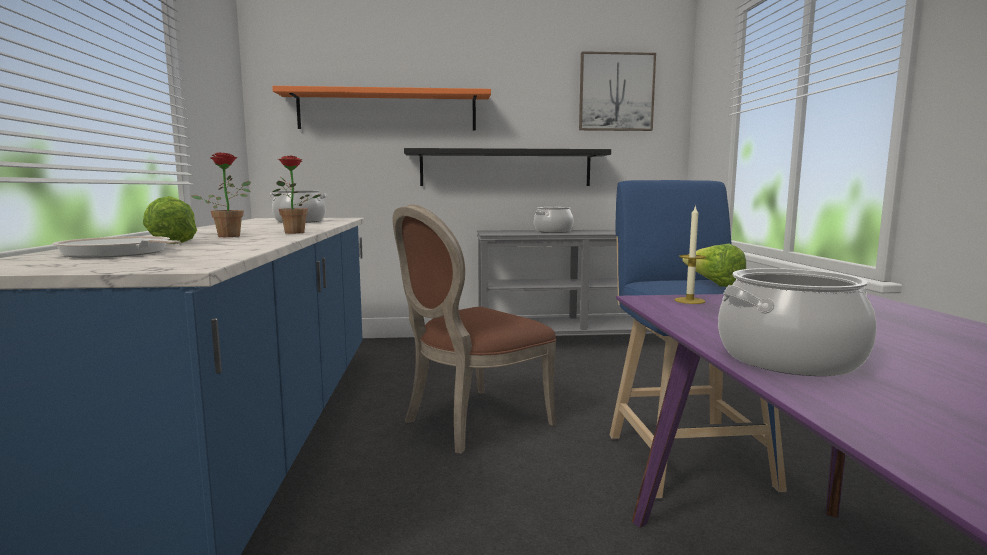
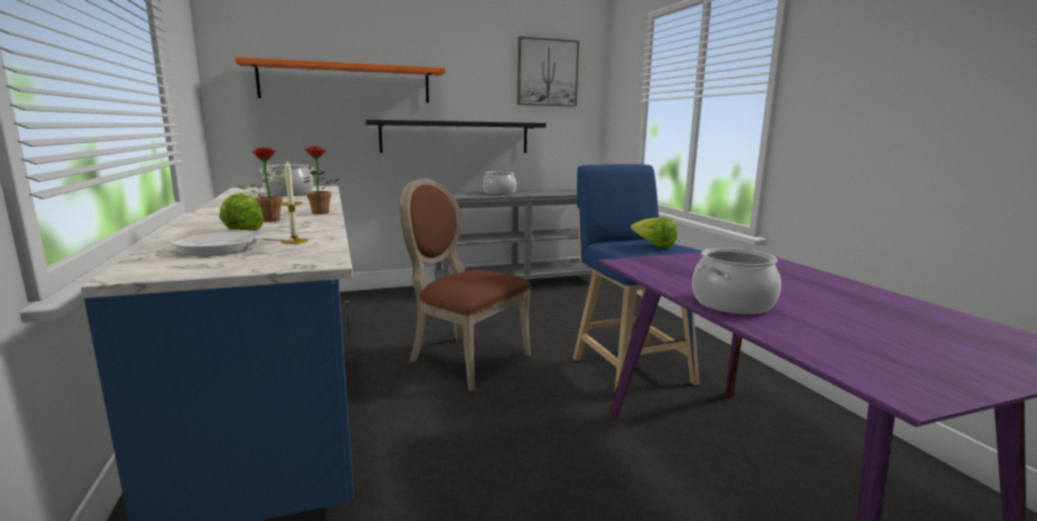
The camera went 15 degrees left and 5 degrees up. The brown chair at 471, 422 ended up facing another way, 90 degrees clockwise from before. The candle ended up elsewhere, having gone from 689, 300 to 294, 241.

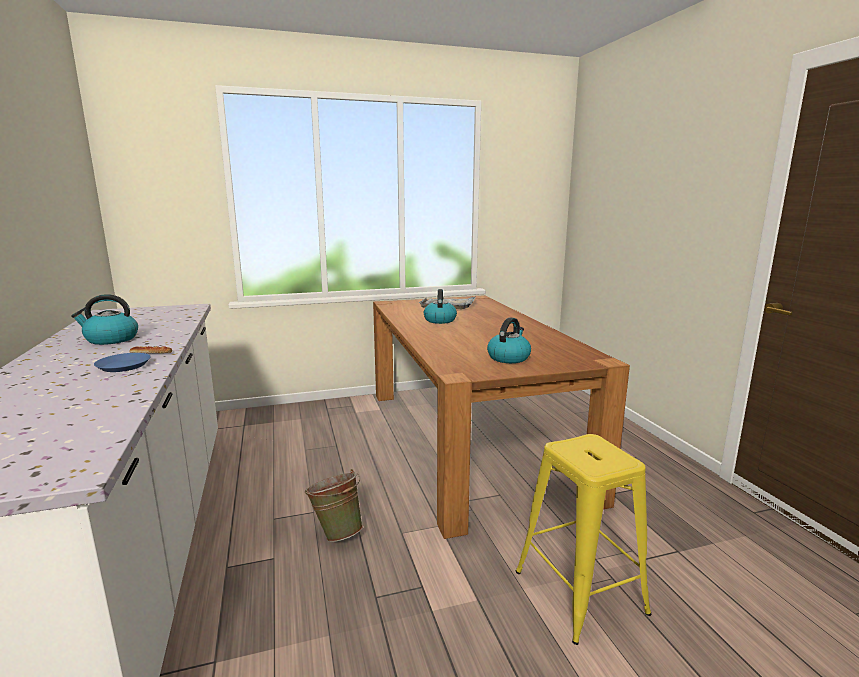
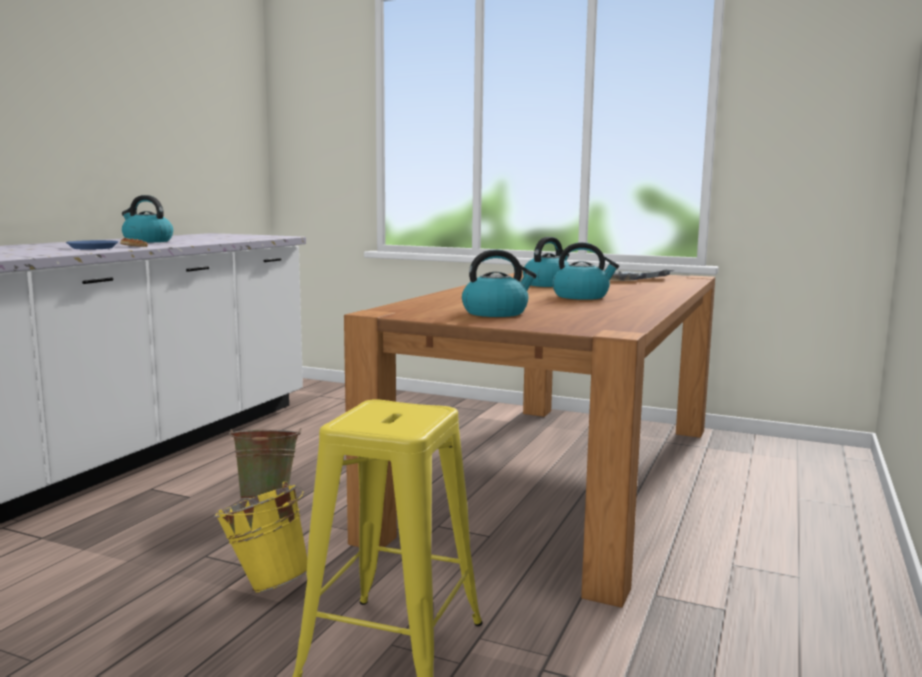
The camera went 40 degrees right and 5 degrees down. The second view gained the yellow bucket at 265, 583. The second view gained the kettle at 581, 296.

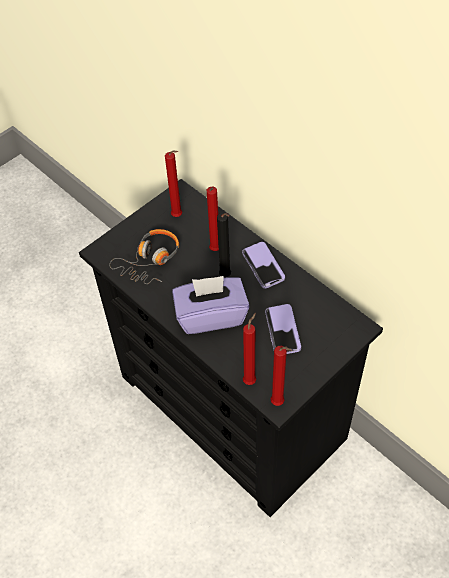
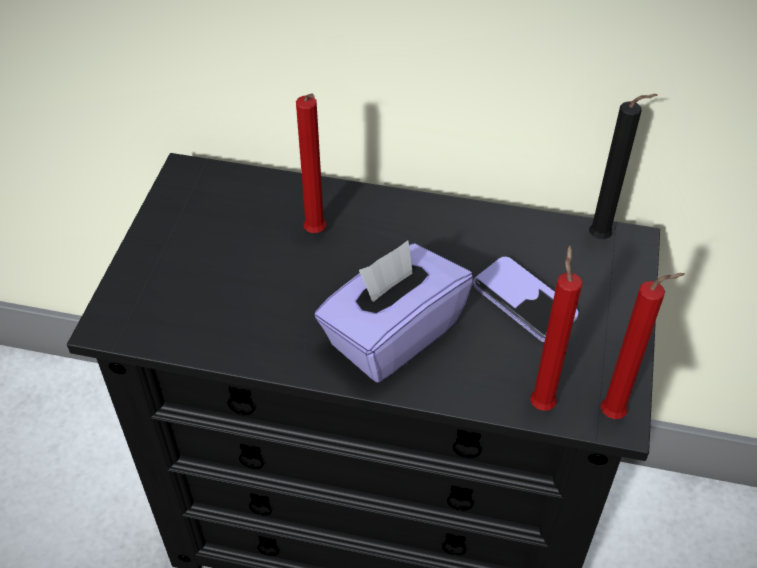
The camera went 35 degrees left and 5 degrees down. The second view lost the headphones at 150, 261. The second view lost the red candle at 178, 216. The black candle ended up elsewhere, having gone from 226, 277 to 602, 238. The second view lost the phone at 263, 266.

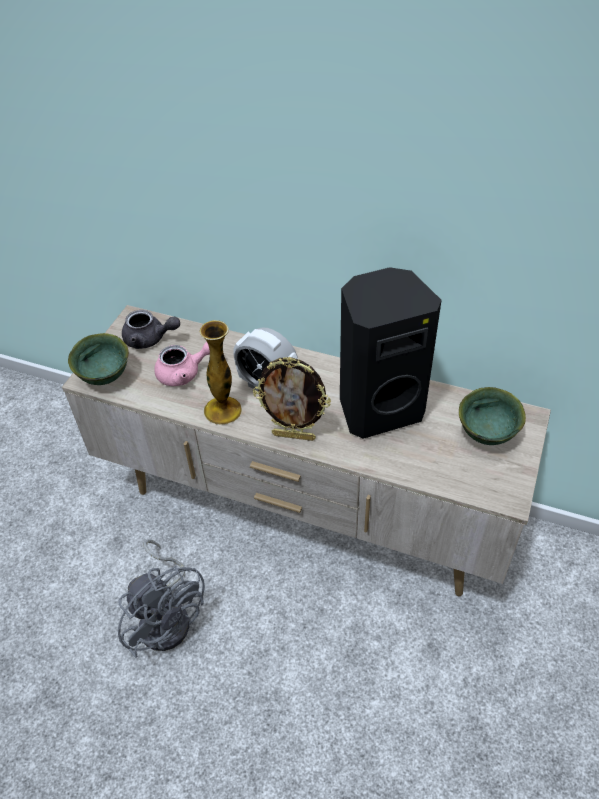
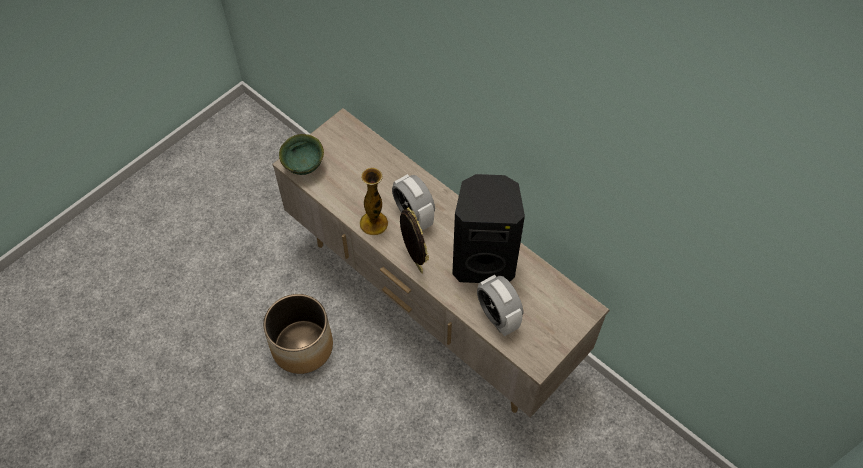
The camera went 20 degrees right and 10 degrees up. Where the grey fan stood at 168, 616, the planter came to stand at 302, 346. The second view lost the grey teapot at 150, 339. The second view lost the pink teapot at 185, 373. The picture frame at 294, 435 ended up facing another way, 150 degrees counterclockwise from before. The second view lost the green bowl at 488, 434. The second view gained the alarm clock at 497, 317.

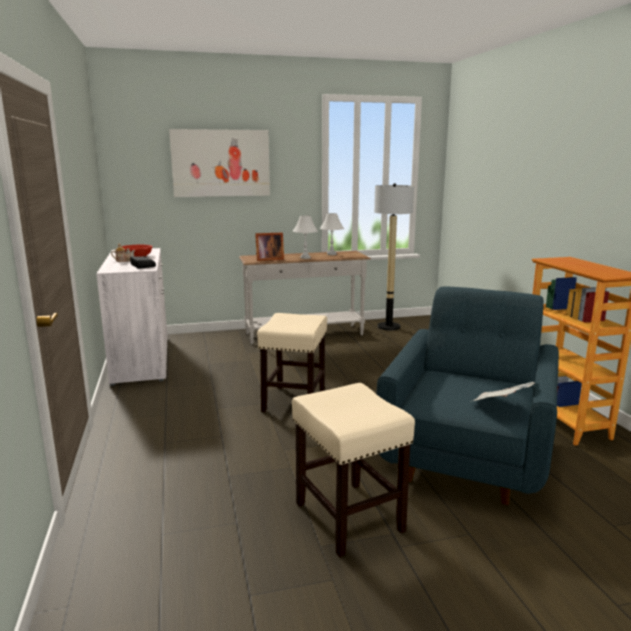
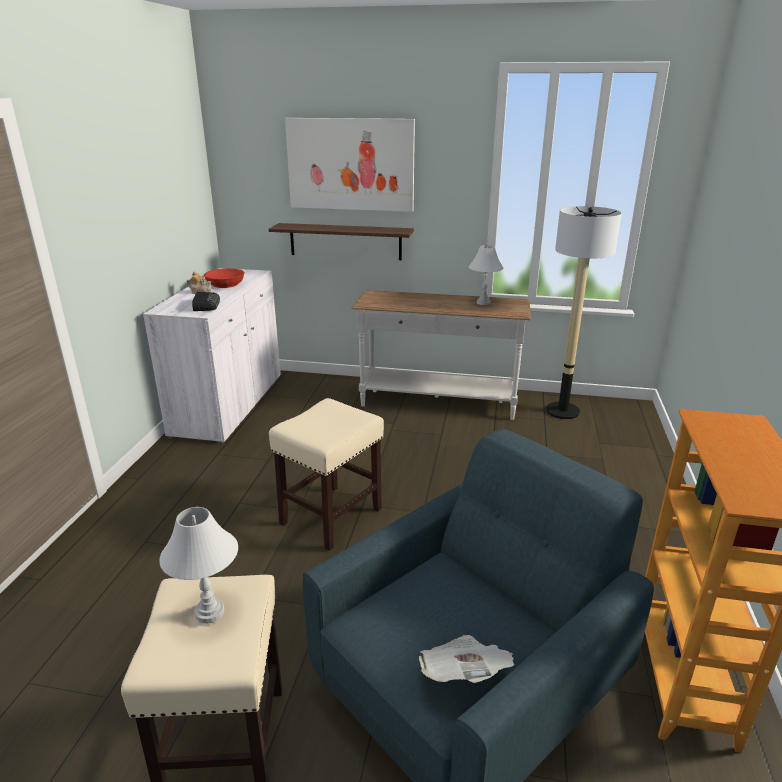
The camera went 25 degrees right and 10 degrees up. The second view lost the picture frame at 268, 259. The white table lamp ended up elsewhere, having gone from 305, 258 to 210, 612. The second view gained the shelf at 345, 241.

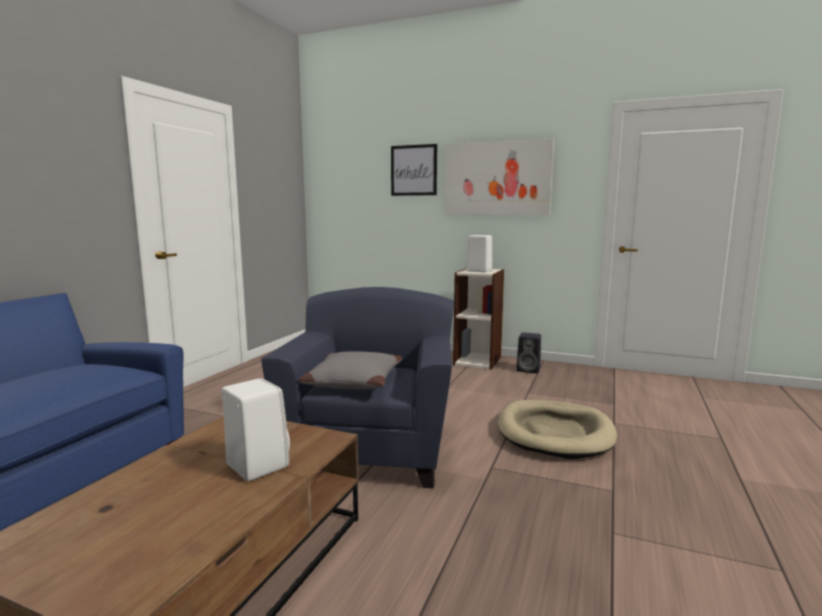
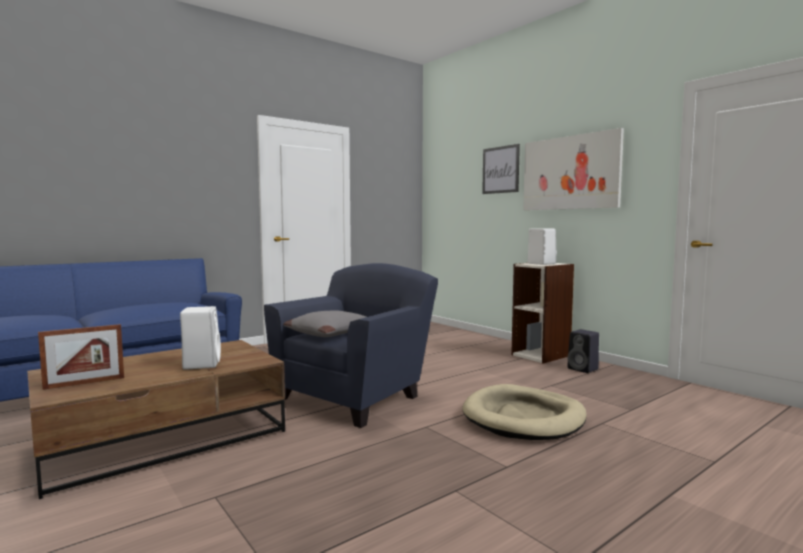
The camera went 30 degrees right and 5 degrees down. The second view gained the picture frame at 84, 383.

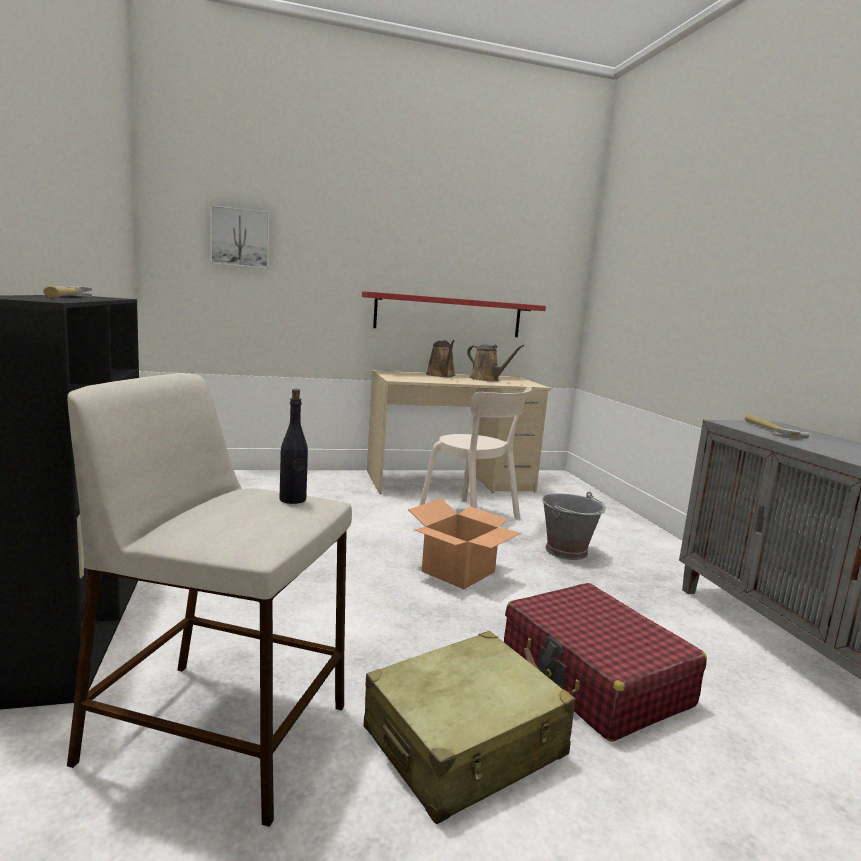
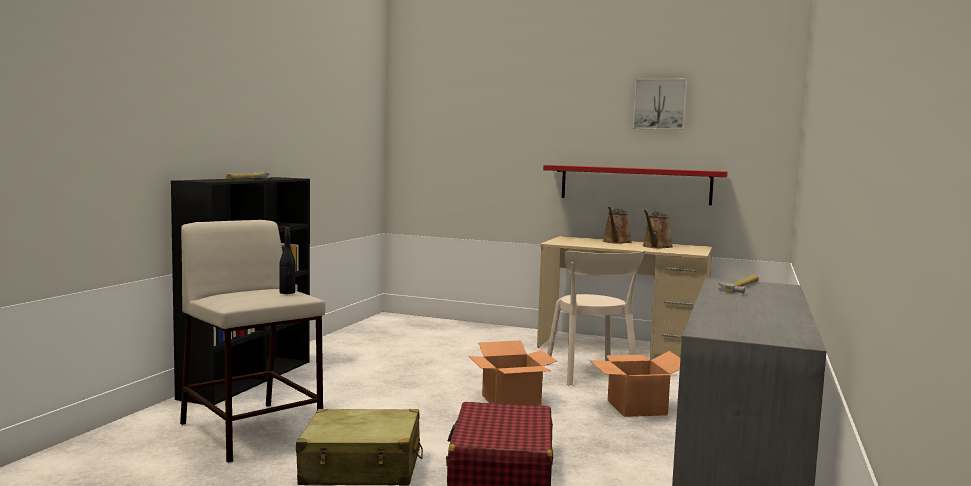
The camera went 35 degrees right and 5 degrees down. The picture ended up elsewhere, having gone from 240, 238 to 659, 104. The brown watering can at 487, 379 ended up facing another way, 45 degrees clockwise from before. Where the grey bucket stood at 567, 551, the cardboard box came to stand at 637, 408.

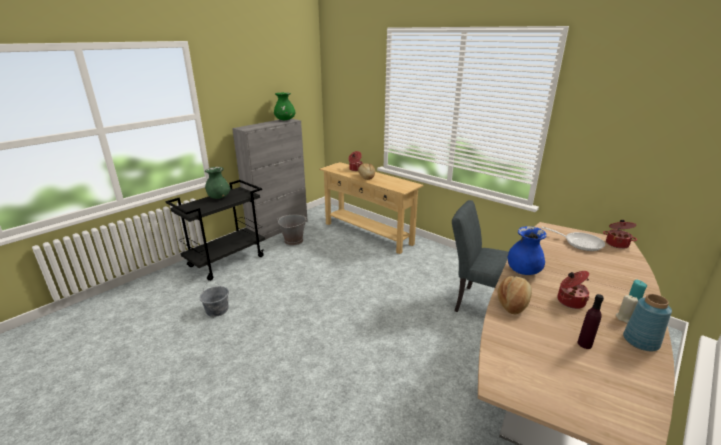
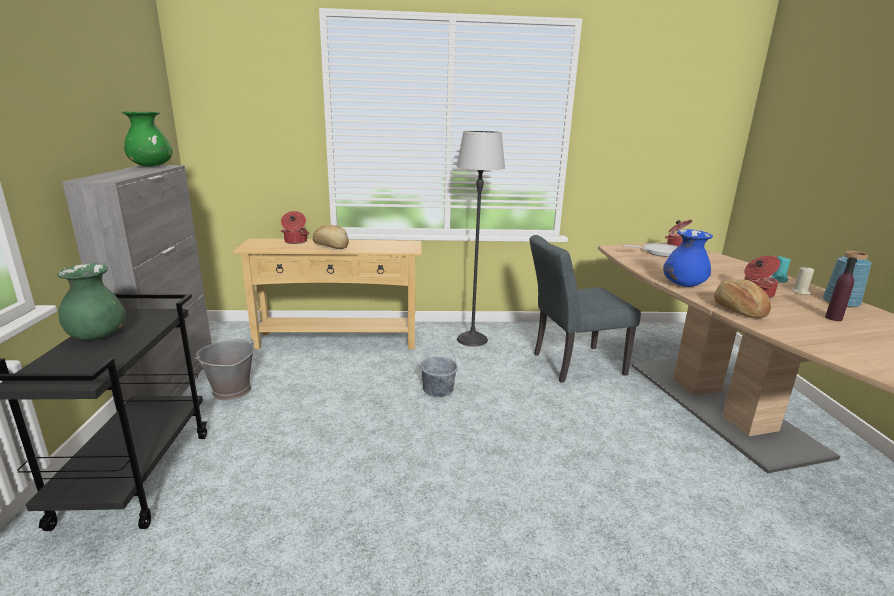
The camera went 45 degrees left and 5 degrees down. The grey bucket ended up elsewhere, having gone from 217, 310 to 437, 389. The second view gained the floor lamp at 472, 339.

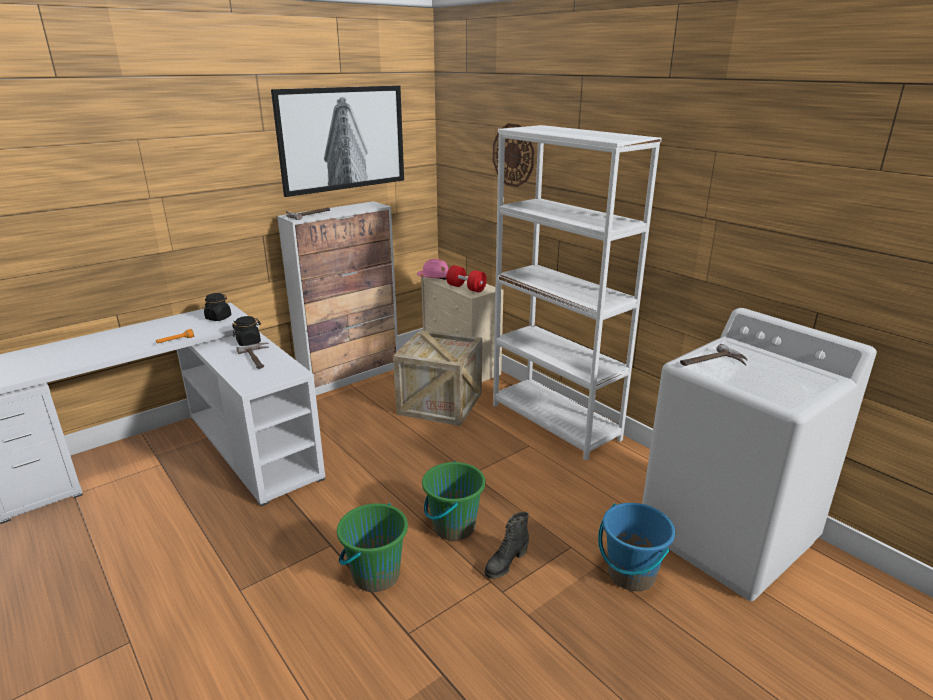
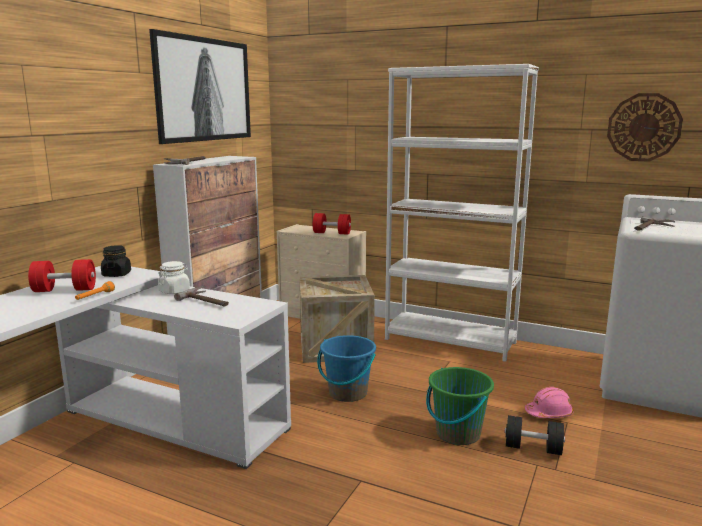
The camera went 25 degrees left and 10 degrees down. What was the black jar at 249, 342 turned into the white jar at 174, 291. The second view lost the green bucket at 375, 575. The pink hard hat ended up elsewhere, having gone from 434, 277 to 549, 413. Where the black boot stood at 505, 563, the black dumbbell came to stand at 533, 448. The wall clock ended up elsewhere, having gone from 513, 155 to 644, 127. The blue bucket ended up elsewhere, having gone from 631, 574 to 347, 393. The second view gained the red dumbbell at 65, 290.

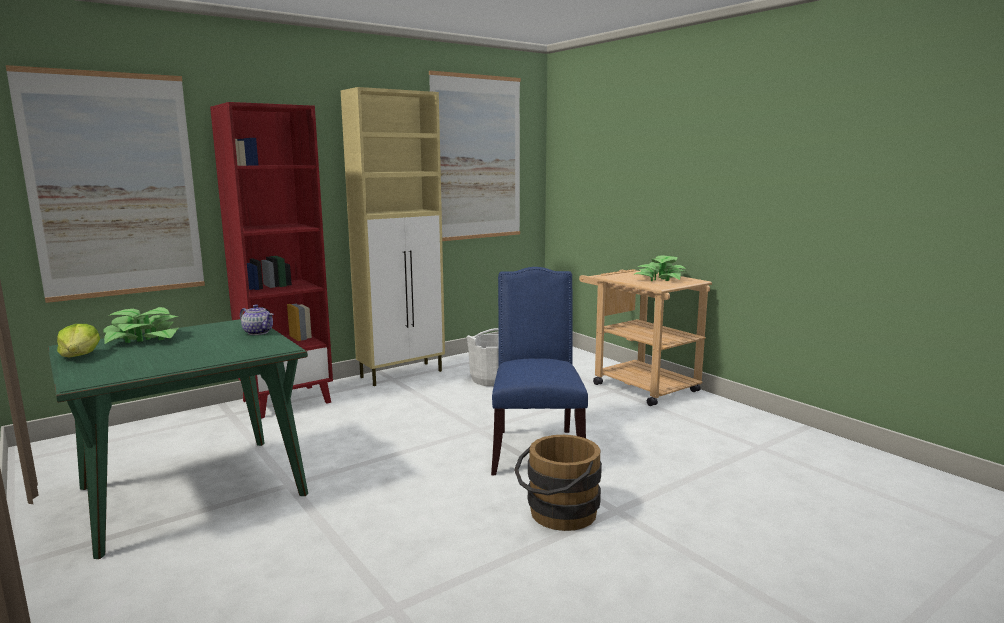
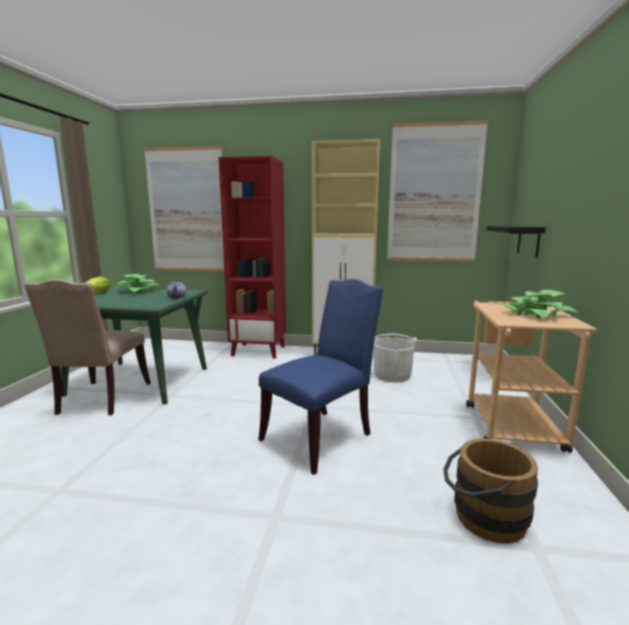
The camera went 45 degrees right and 0 degrees up. The brown bucket ended up elsewhere, having gone from 557, 515 to 482, 517. The second view gained the beige chair at 102, 399. The second view gained the black shelf at 528, 240.

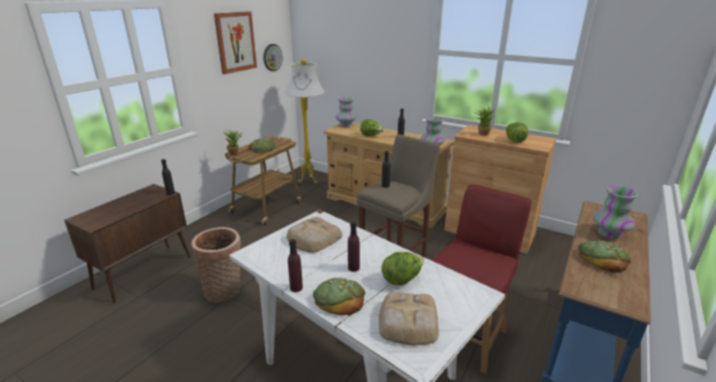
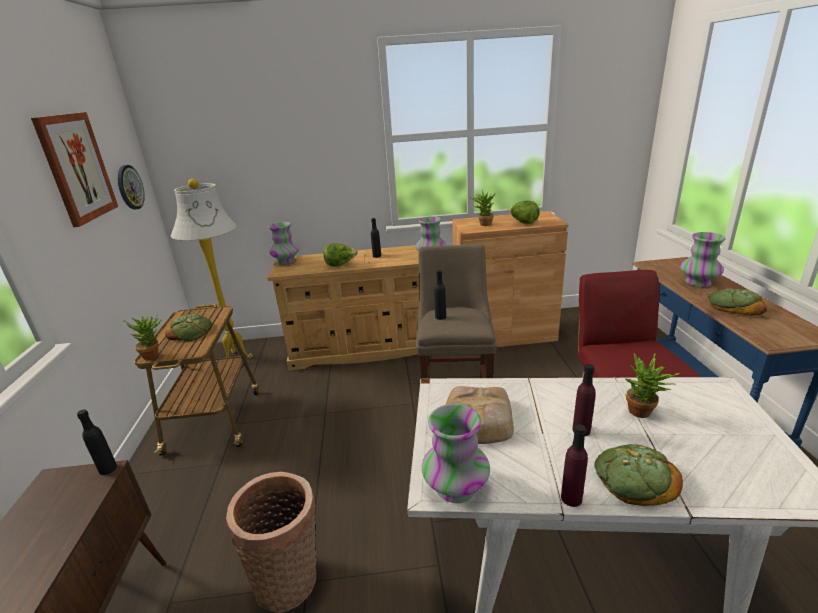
The camera went 35 degrees left and 0 degrees up. The second view lost the bread at 407, 322. Where the lettuce stood at 402, 279, the potted plant came to stand at 643, 414. The second view gained the vase at 456, 487.

